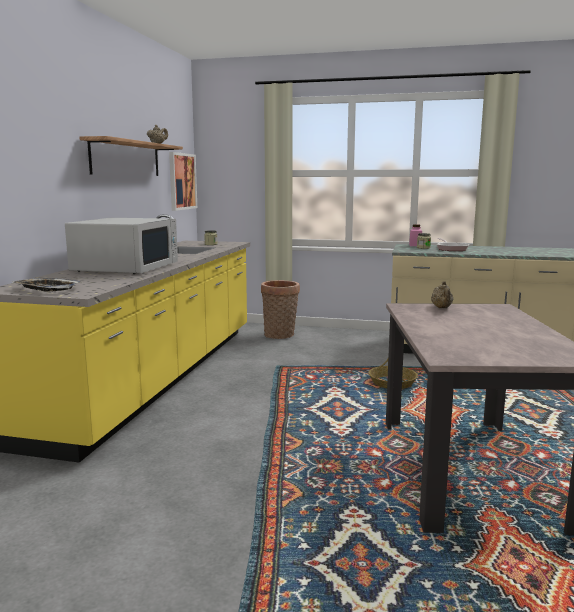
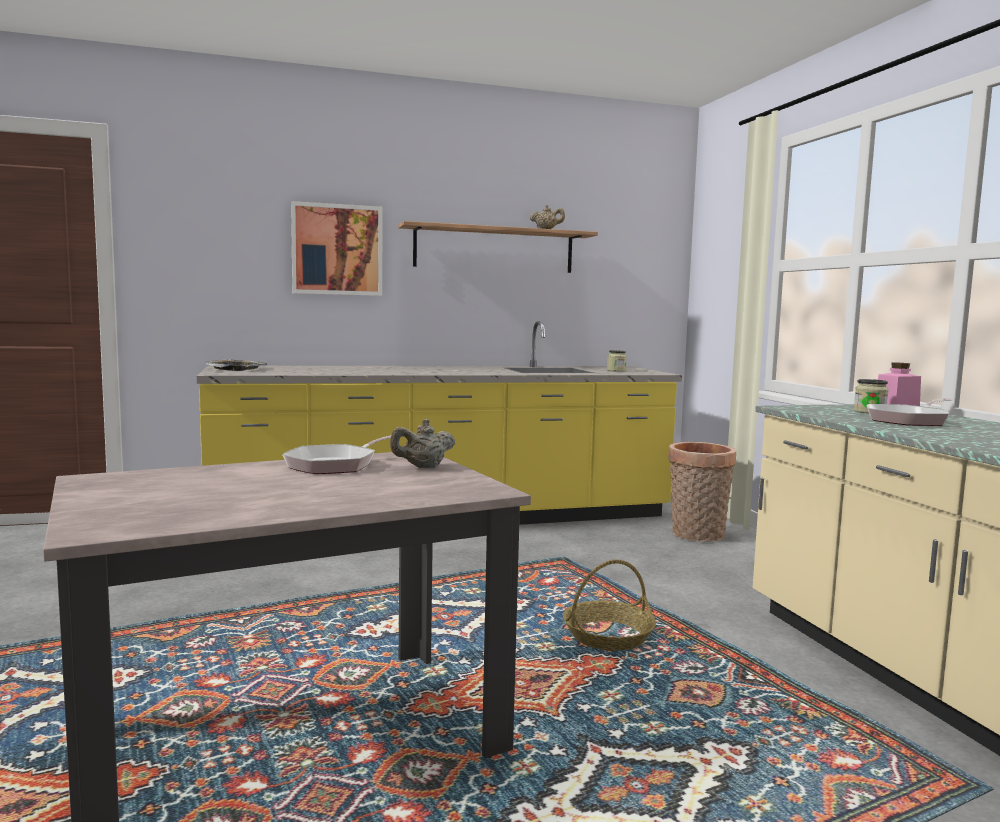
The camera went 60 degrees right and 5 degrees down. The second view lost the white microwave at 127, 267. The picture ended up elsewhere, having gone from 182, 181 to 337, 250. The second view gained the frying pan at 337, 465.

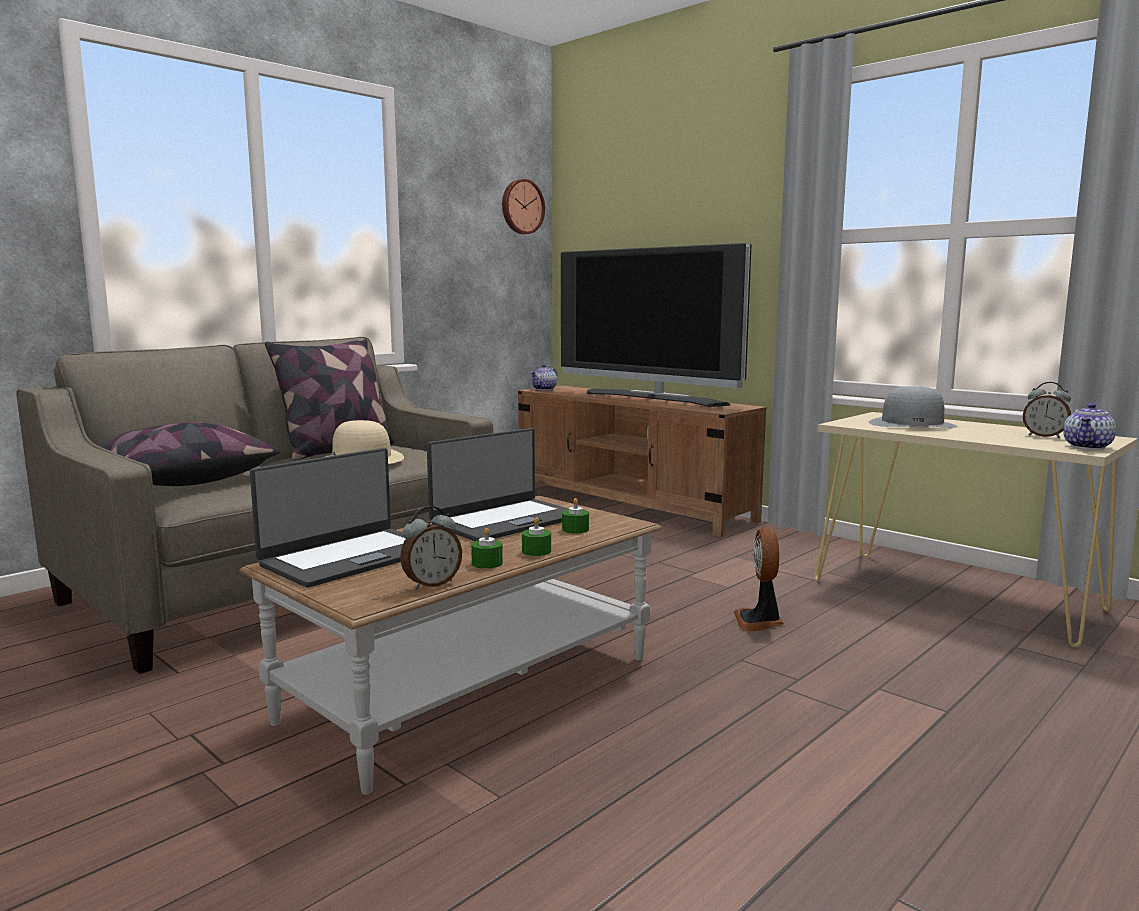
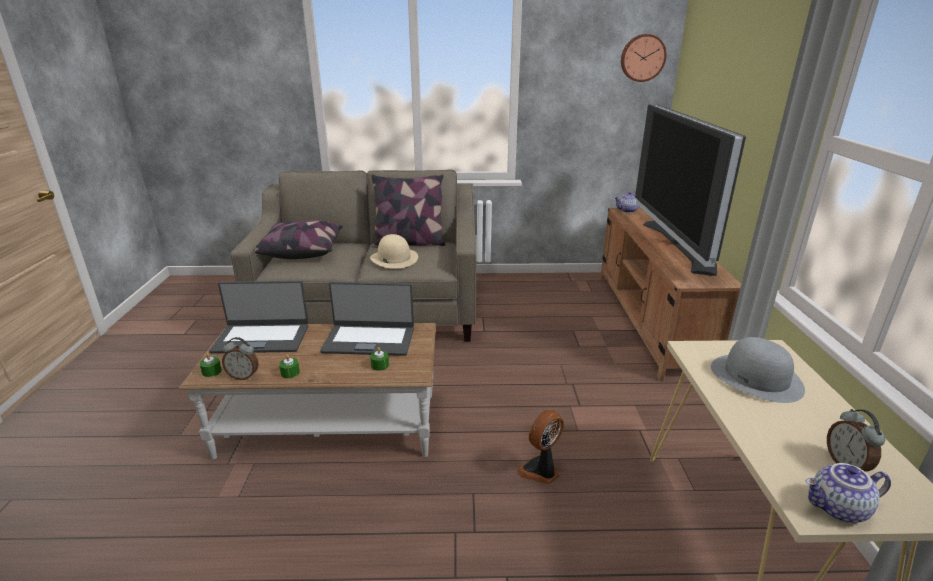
The camera went 45 degrees right and 15 degrees up. The green candle ended up elsewhere, having gone from 536, 551 to 212, 371.

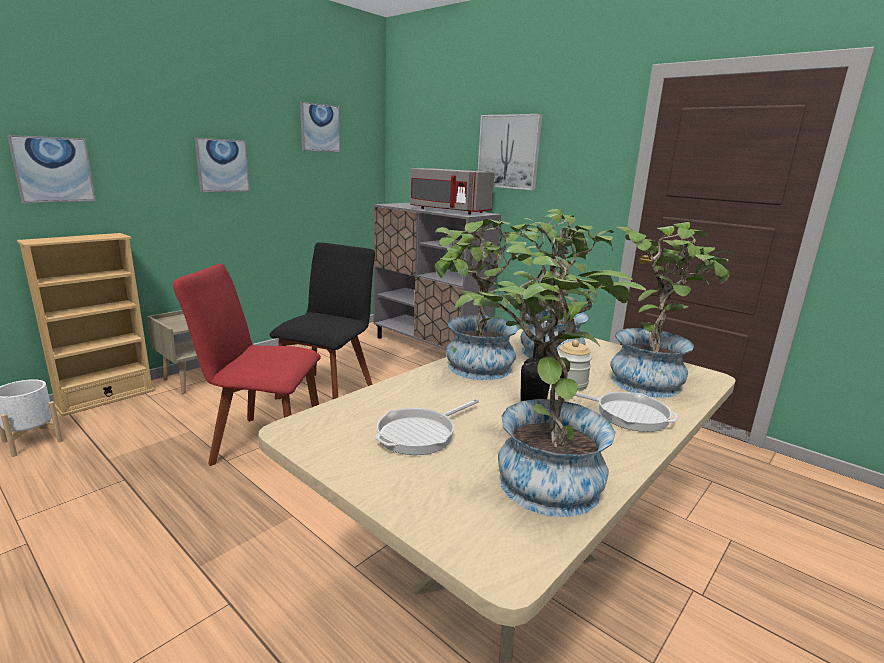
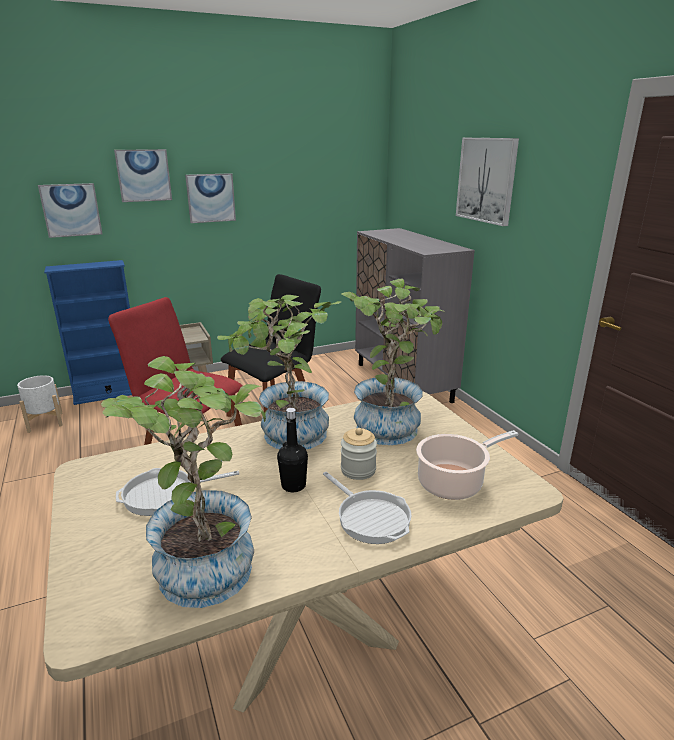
The camera went 25 degrees right and 5 degrees up. What was the beige bookcase at 106, 398 turned into the blue bookcase at 109, 394. The picture ended up elsewhere, having gone from 319, 128 to 143, 175. The second view lost the grey microwave at 448, 211. Where the potted plant stood at 652, 380, the cooking pot came to stand at 454, 483.

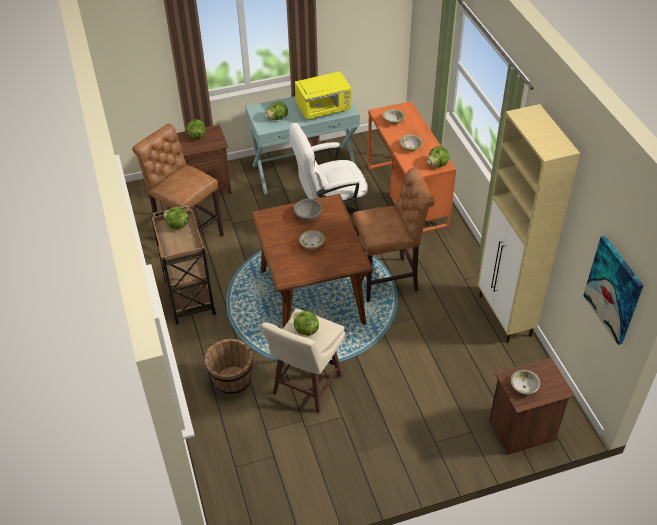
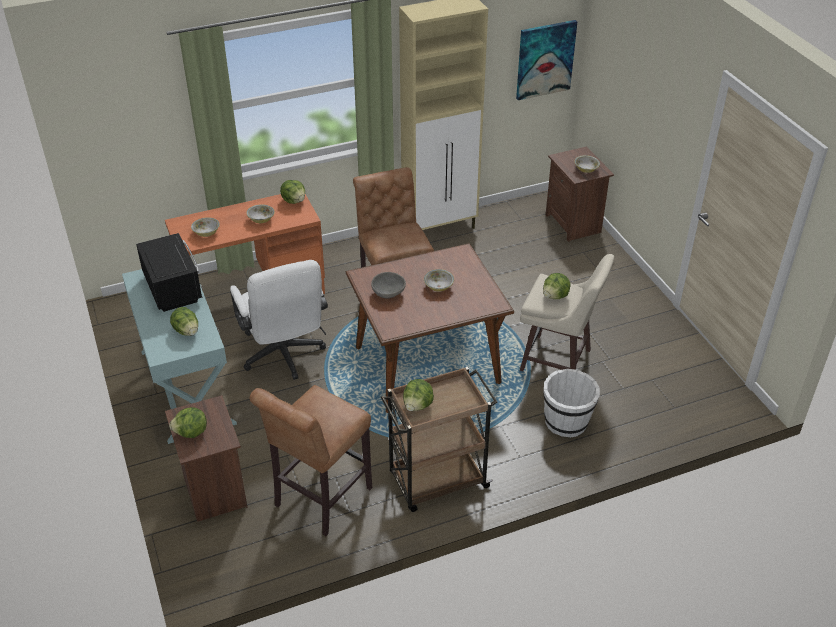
The camera went 95 degrees left and 5 degrees down. What was the brown bucket at 232, 382 turned into the white bucket at 566, 422. What was the yellow microwave at 324, 109 turned into the black microwave at 173, 288.

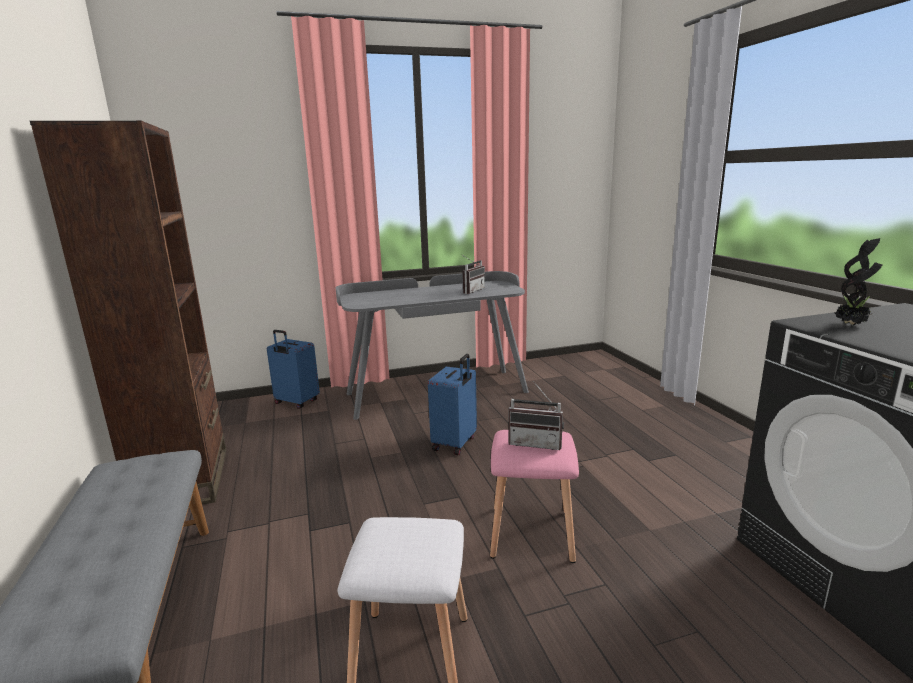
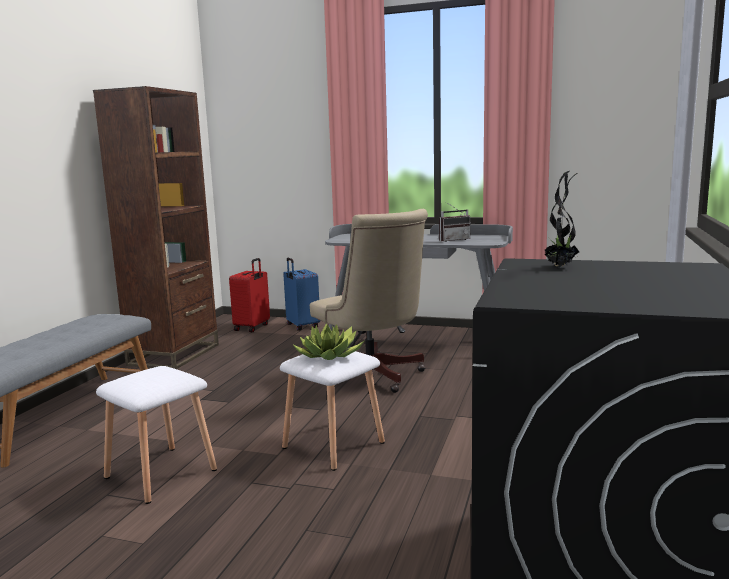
The camera went 35 degrees right and 5 degrees down. Where the blue suitcase stood at 455, 444, the beige office chair came to stand at 373, 378. What was the pink stool at 533, 533 turned into the white stool at 335, 445. Where the radio stood at 536, 443, the potted plant came to stand at 330, 355. The second view gained the red suitcase at 252, 327.

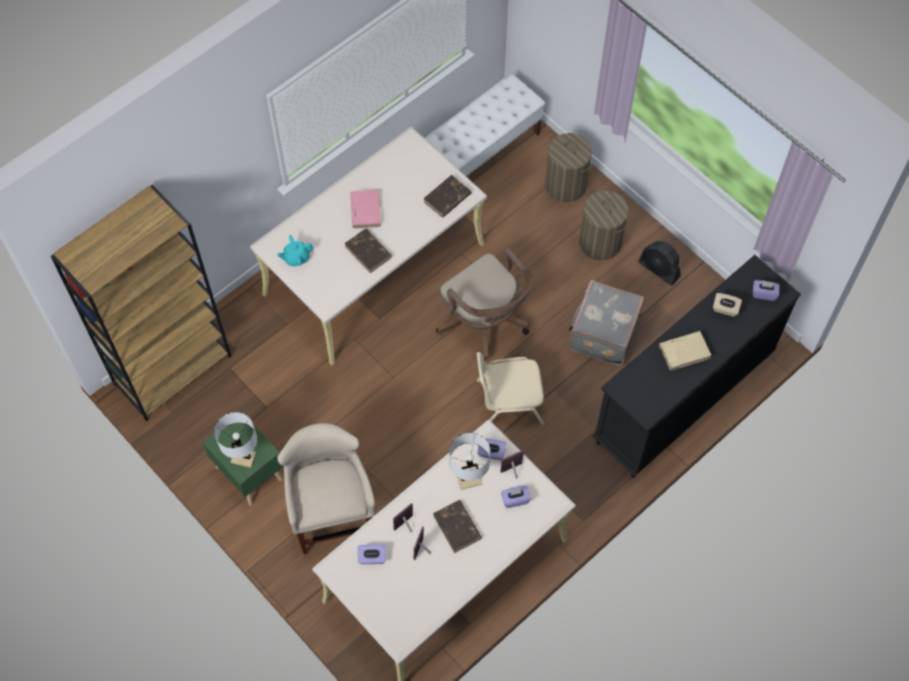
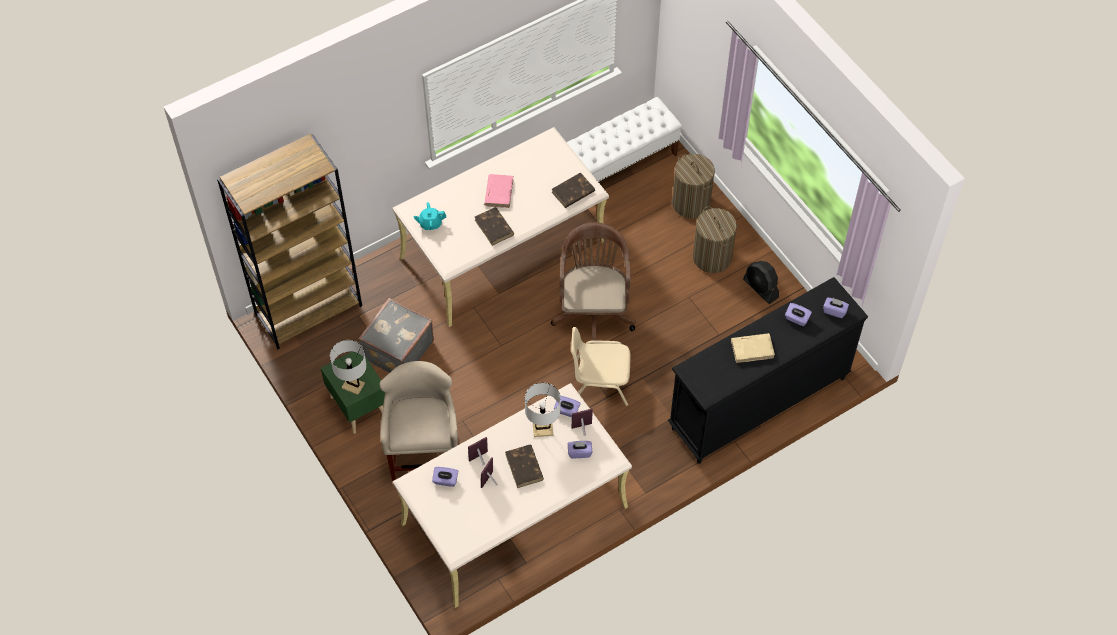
The camera went 10 degrees right and 5 degrees down. The brown office chair at 485, 324 ended up facing another way, 150 degrees counterclockwise from before. The grey suitcase ended up elsewhere, having gone from 602, 333 to 396, 349. What was the beige tissue box at 725, 309 turned into the purple tissue box at 796, 319.

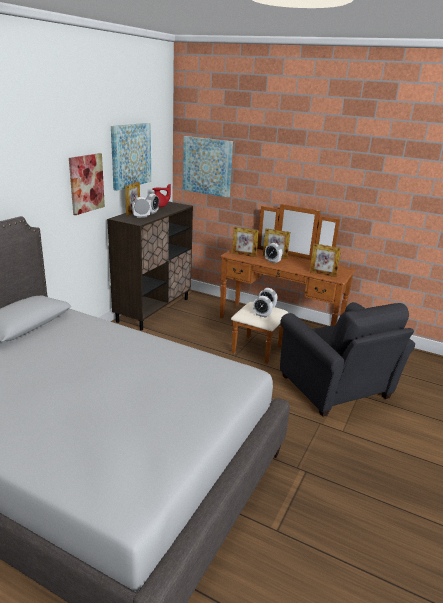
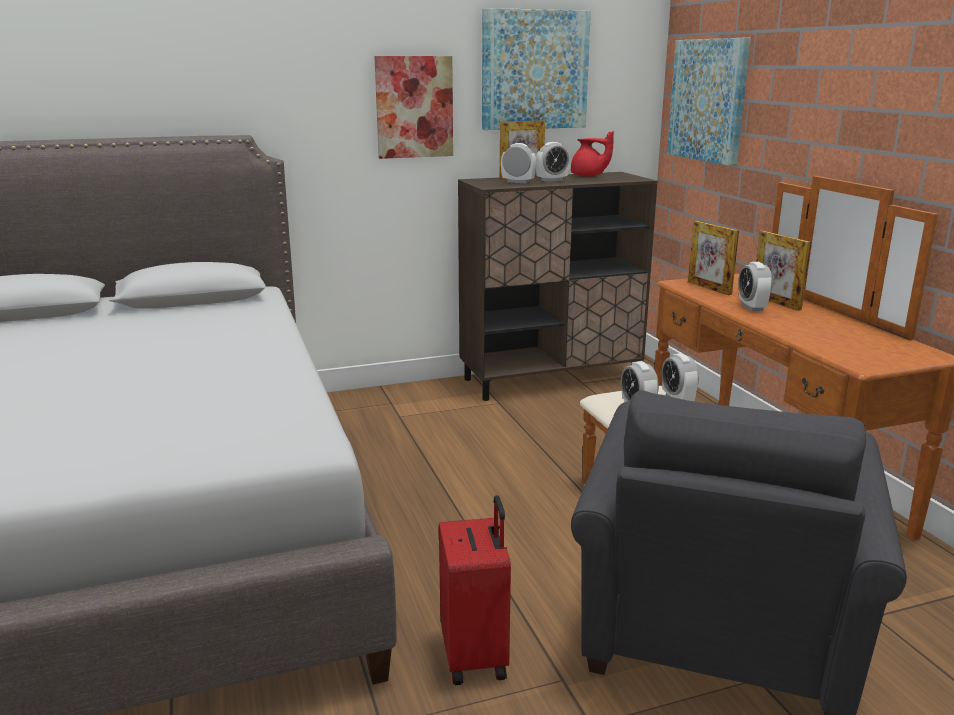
The camera went 45 degrees right and 5 degrees down. The second view lost the picture frame at 322, 274. The second view gained the red suitcase at 476, 656.

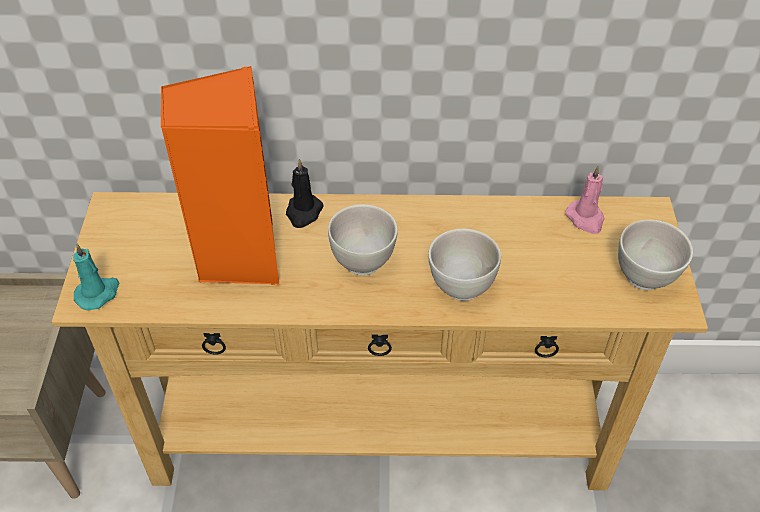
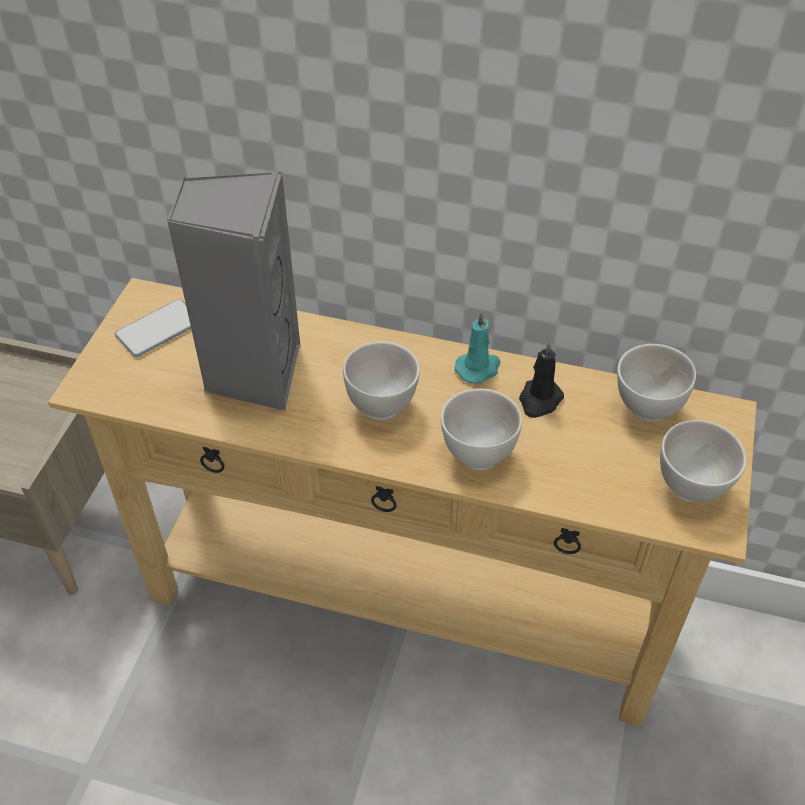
The camera went 15 degrees right and 0 degrees up. The turquoise candle ended up elsewhere, having gone from 98, 293 to 478, 368. What was the orange speaker at 238, 257 turned into the grey speaker at 253, 373. The black candle ended up elsewhere, having gone from 303, 212 to 539, 400. Where the pink candle stood at 585, 219, the white bowl came to stand at 647, 407. The second view gained the phone at 158, 329.

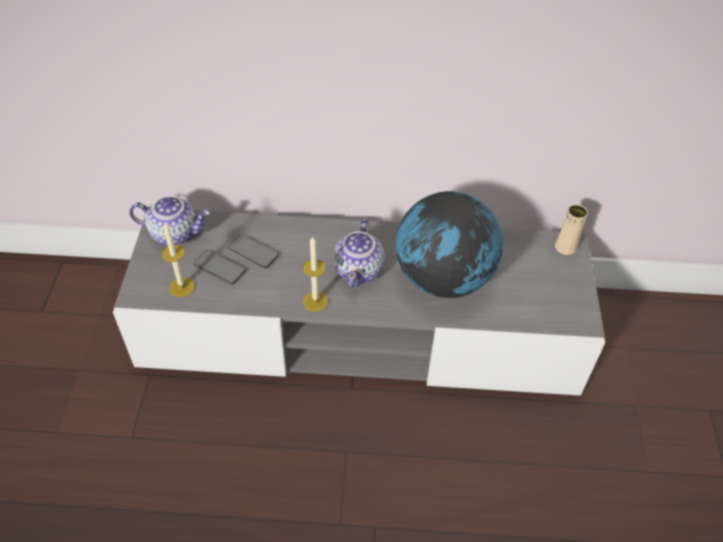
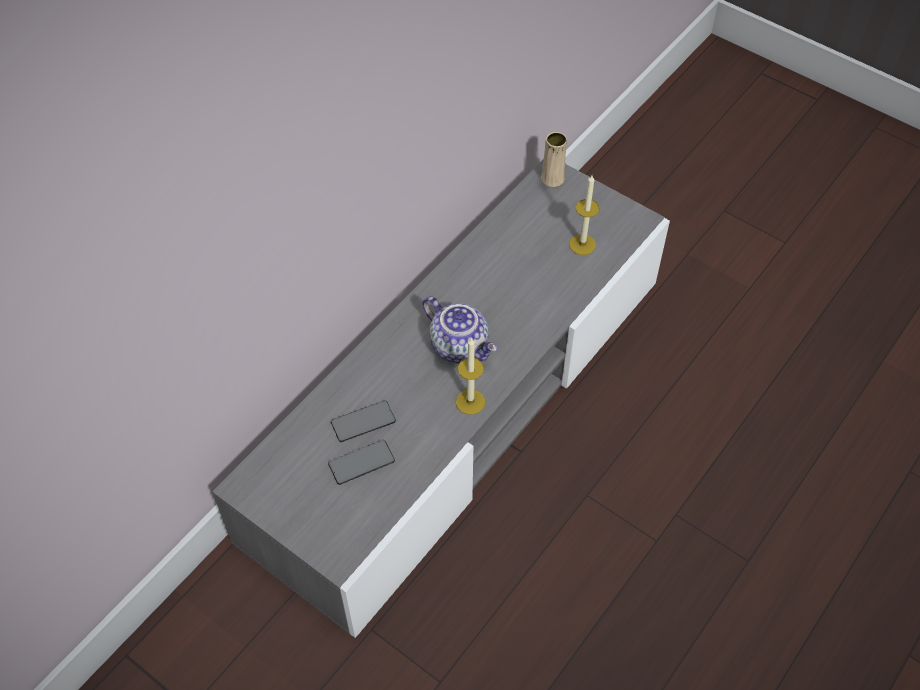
The camera went 55 degrees left and 5 degrees up. The second view lost the teapot at 175, 233. The candle ended up elsewhere, having gone from 182, 287 to 582, 244. The second view lost the globe at 443, 279.

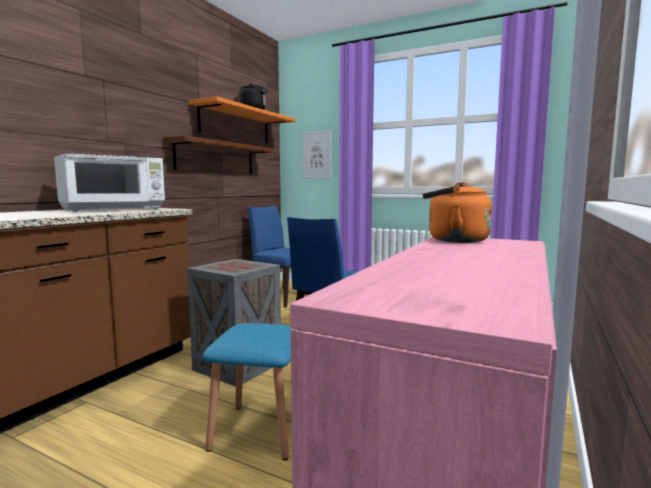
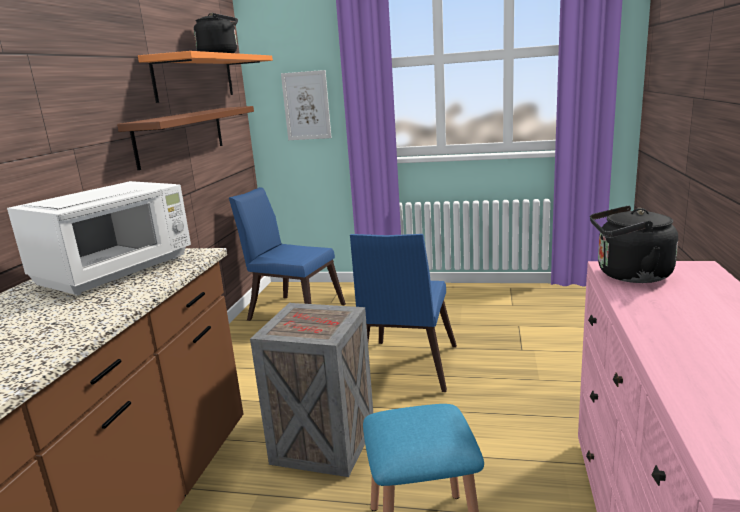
The camera went 15 degrees left and 10 degrees up. What was the orange kettle at 453, 240 turned into the black kettle at 629, 275.

